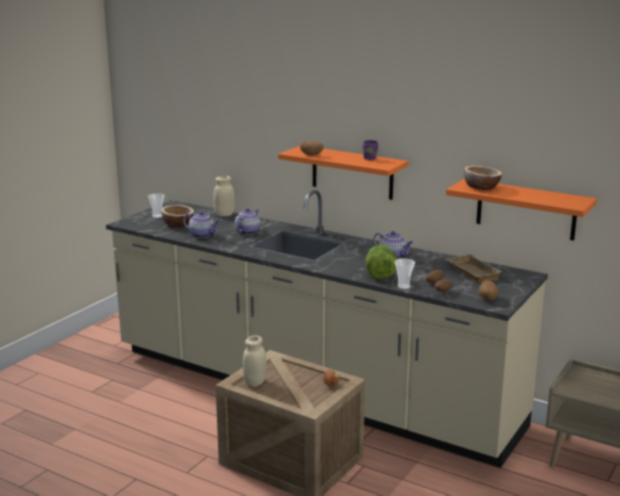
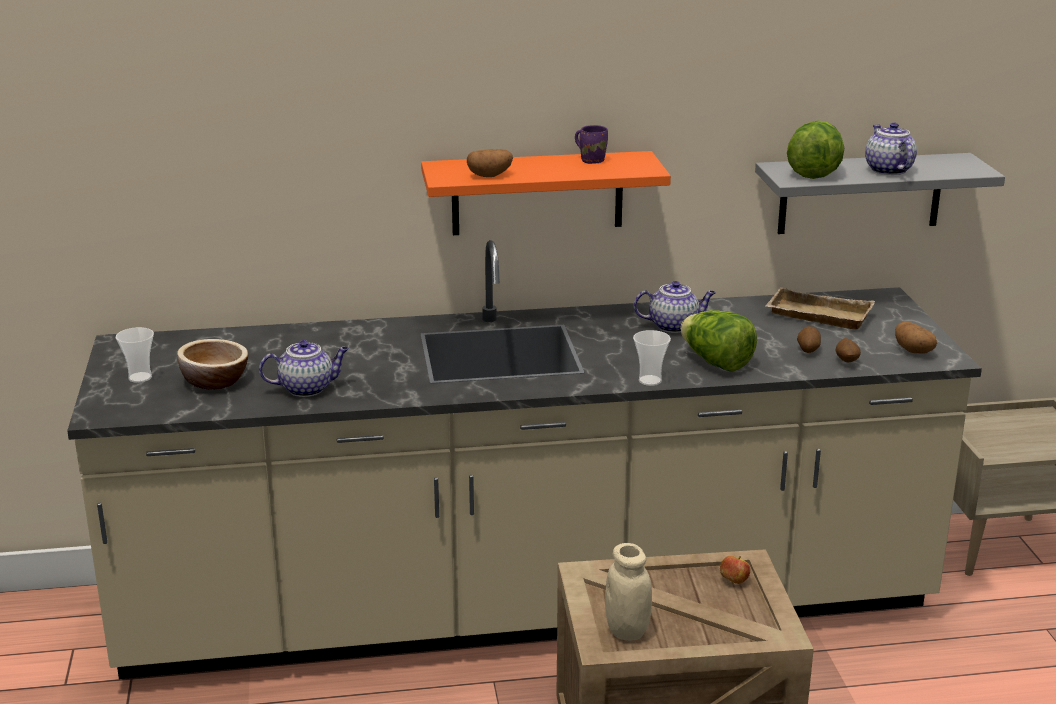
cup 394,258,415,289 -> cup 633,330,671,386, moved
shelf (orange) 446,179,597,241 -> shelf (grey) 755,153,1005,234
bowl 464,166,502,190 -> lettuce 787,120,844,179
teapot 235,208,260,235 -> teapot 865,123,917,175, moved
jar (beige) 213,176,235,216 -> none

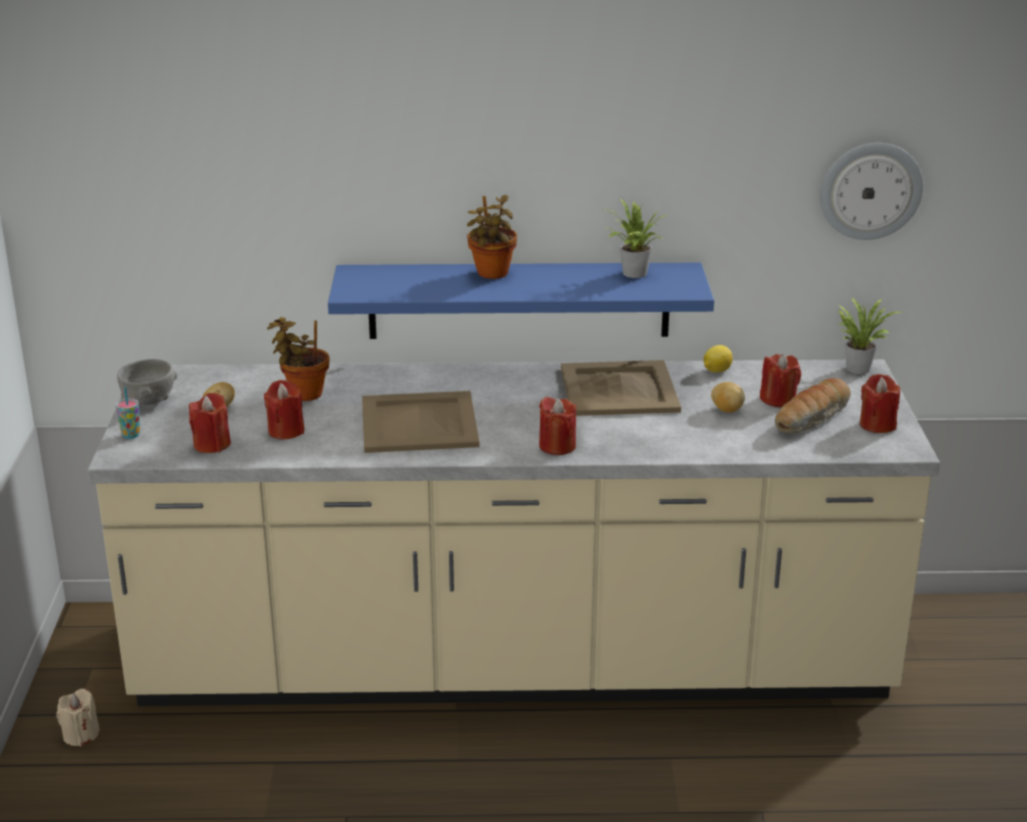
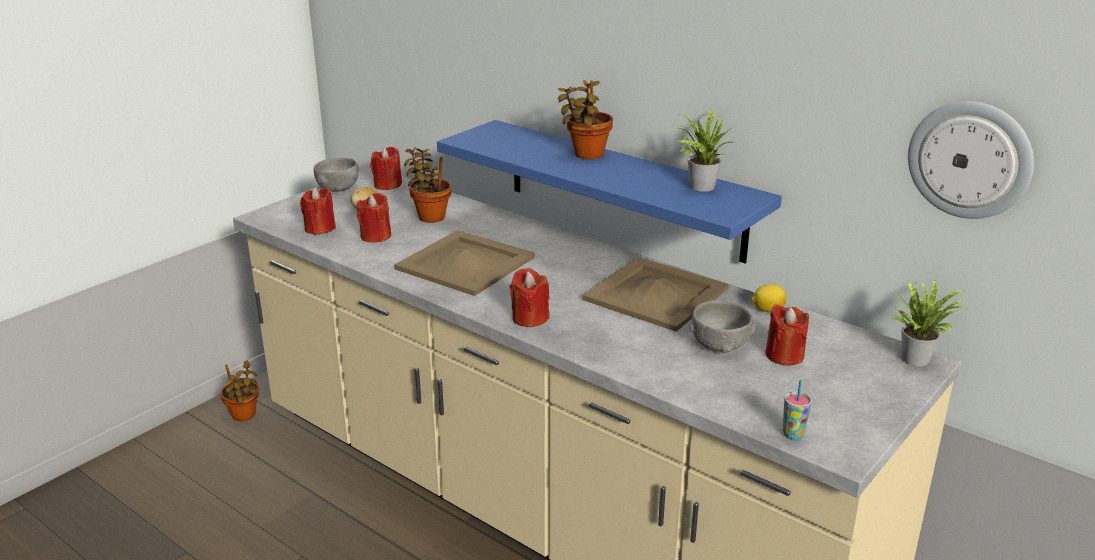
candle (beige) 57,689,100,747 -> potted plant 220,360,259,421
candle (red) 860,374,900,433 -> candle (red) 370,147,402,190, moved
potato 711,382,745,413 -> bowl (grey) 689,300,756,353
cup 116,387,140,439 -> cup 783,380,812,440, moved
bread 775,378,851,434 -> none

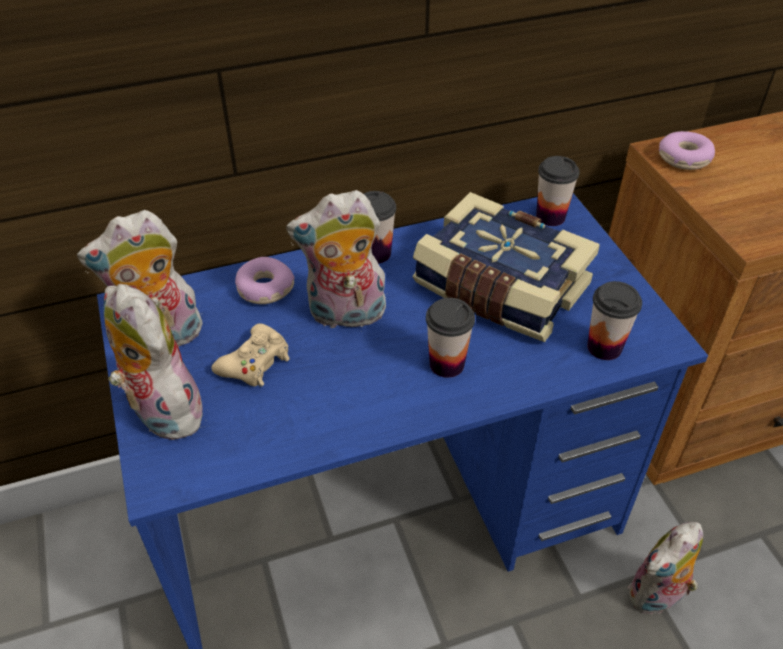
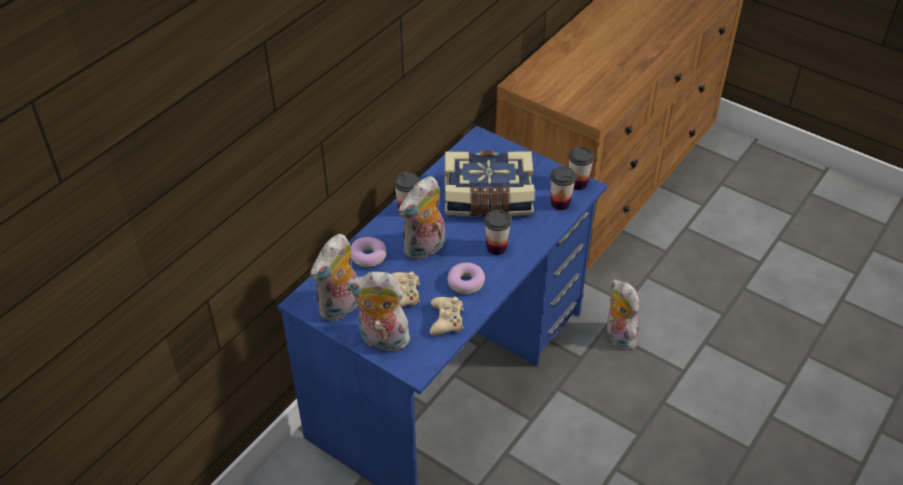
none -> game controller (beige) 430,297,464,335
donut 659,131,715,170 -> donut 447,263,485,294, moved
cup 536,156,579,226 -> cup 568,146,594,190, moved
plush toy 628,522,703,614 -> plush toy 607,279,640,350, 135 degrees clockwise

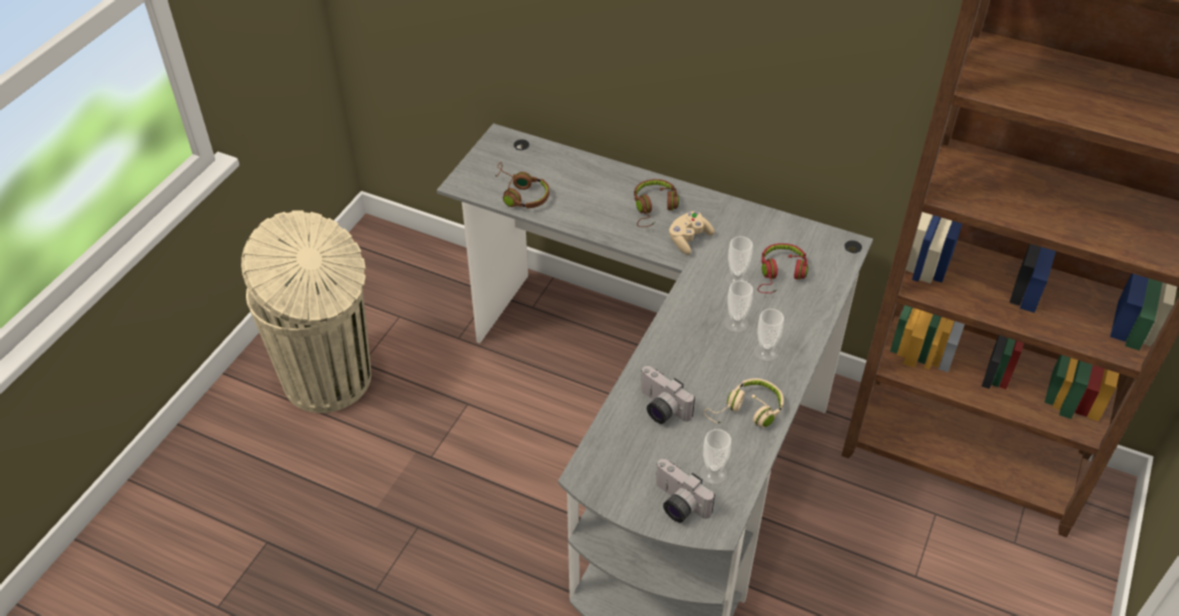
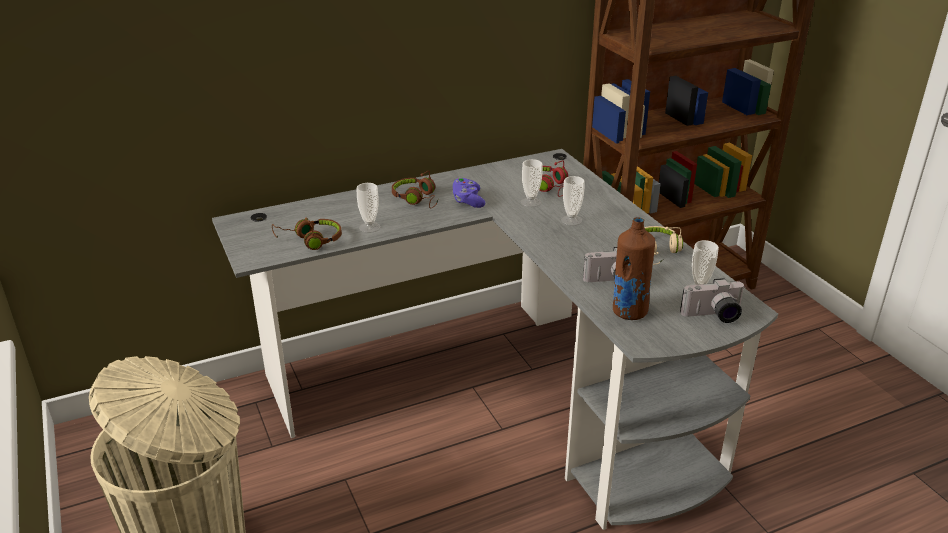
cup 754,309,784,362 -> cup 356,183,381,233, moved
game controller (beige) 669,211,715,255 -> game controller (purple) 453,177,485,208
none -> bottle (brown) 613,217,655,320

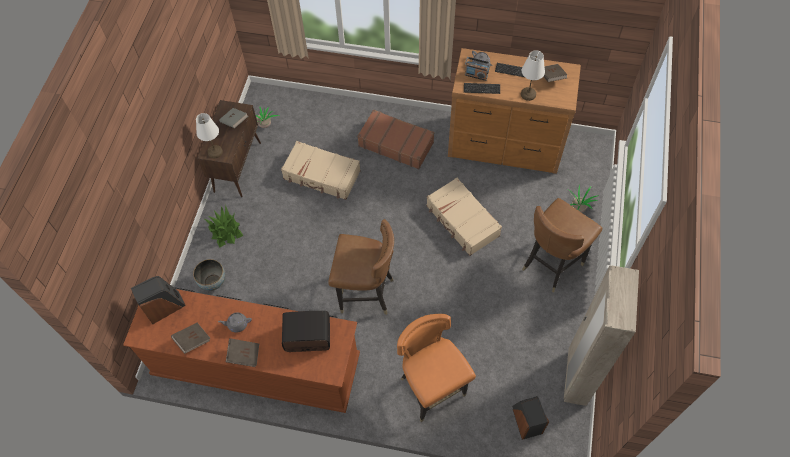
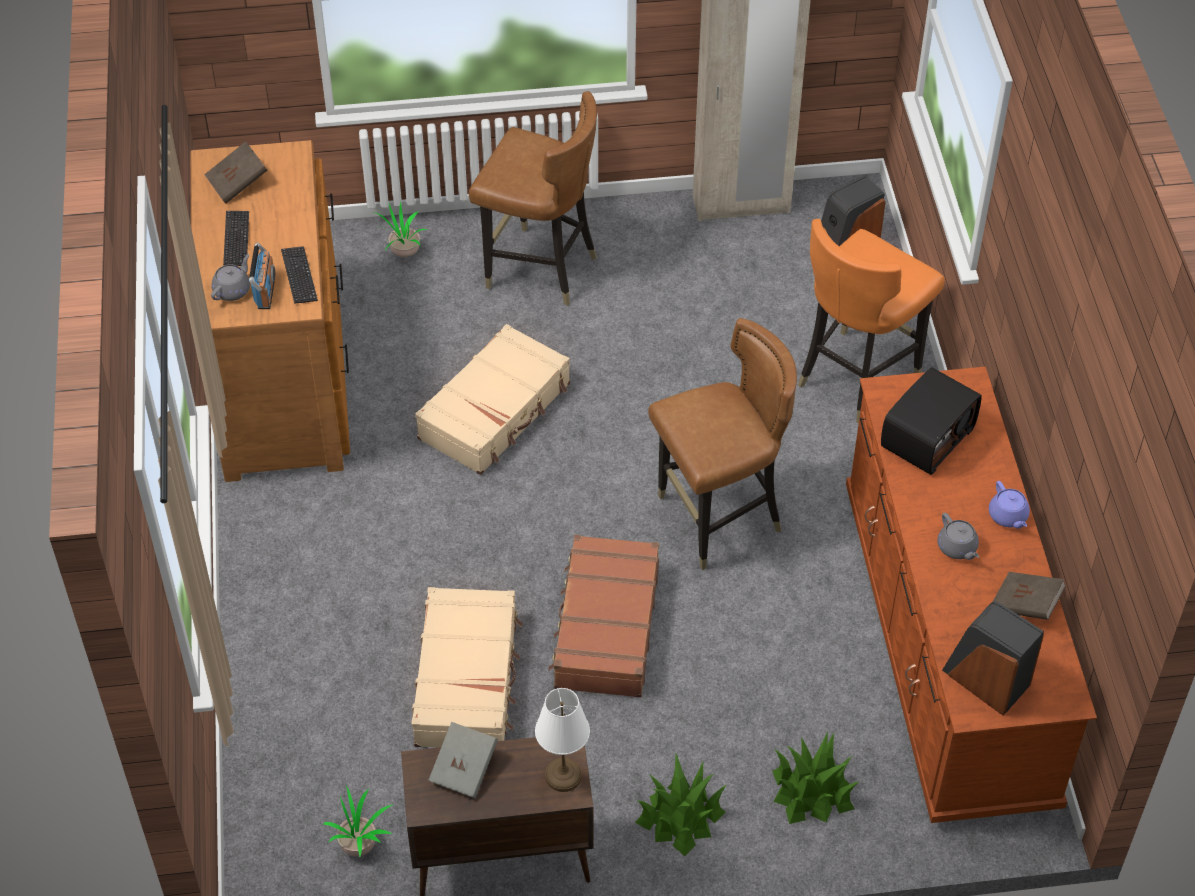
suitcase (brown) 357,110,434,169 -> suitcase (brown) 548,535,659,698, moved
chair (brown) 328,219,394,315 -> chair (brown) 648,318,797,570, 75 degrees clockwise
bowl 193,259,225,291 -> potted plant 772,732,859,824
radio 282,311,330,352 -> radio 881,367,982,475, 120 degrees counterclockwise
book (brown) 226,338,259,367 -> teapot (purple) 989,481,1030,529
table lamp (white) 521,50,545,101 -> none

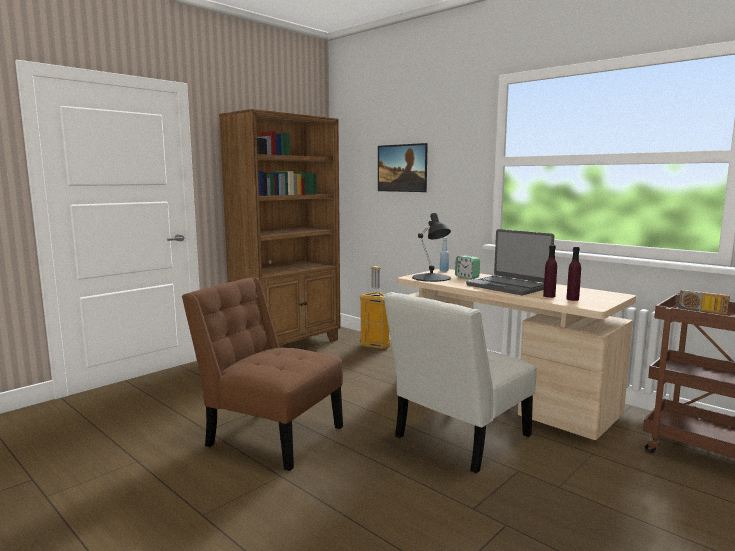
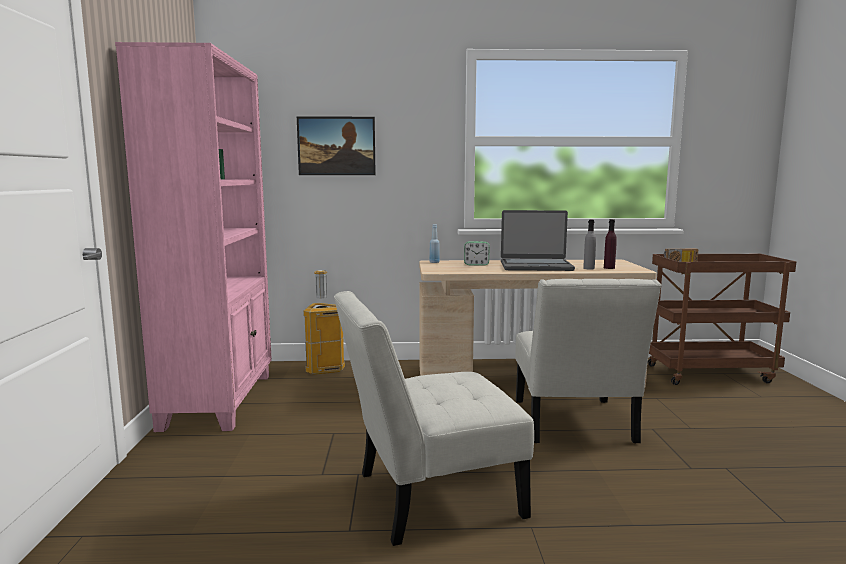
bookcase (brown) 219,109,340,346 -> bookcase (pink) 115,42,272,432
chair (brown) 182,277,343,471 -> chair (white) 334,291,534,546
bottle (purple) 543,245,557,298 -> bottle (grey) 583,220,596,269
table lamp (black) 412,213,451,282 -> none

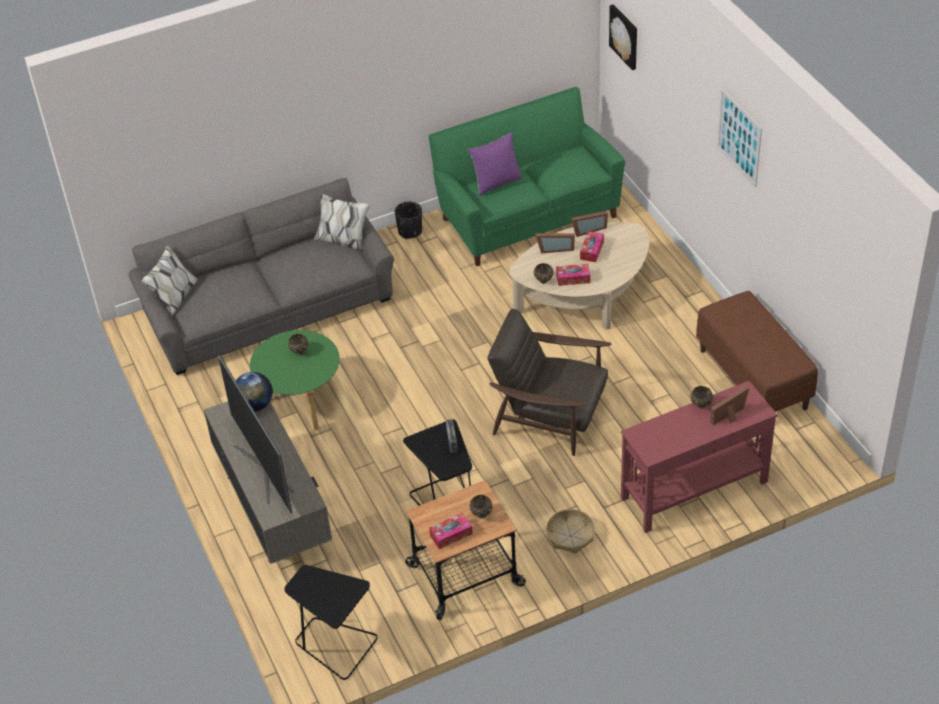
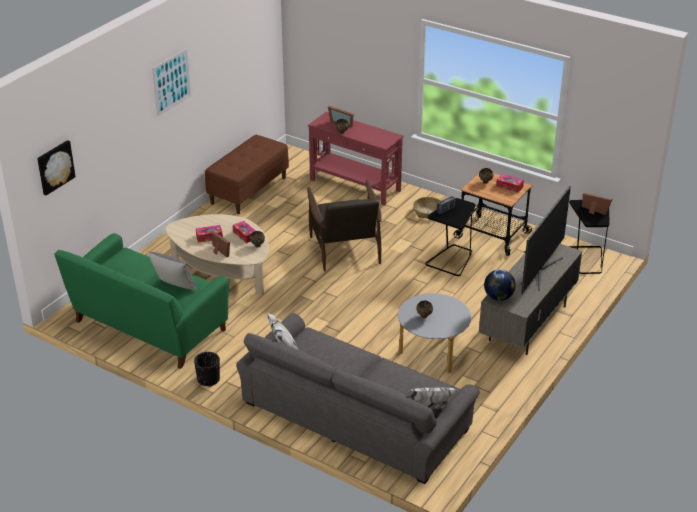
pillow (purple) 468,132,522,196 -> pillow (grey) 148,251,197,290
coffee table (green) 250,330,339,430 -> coffee table (grey) 398,293,471,373
picture frame 571,211,608,237 -> picture frame 582,193,612,215, moved

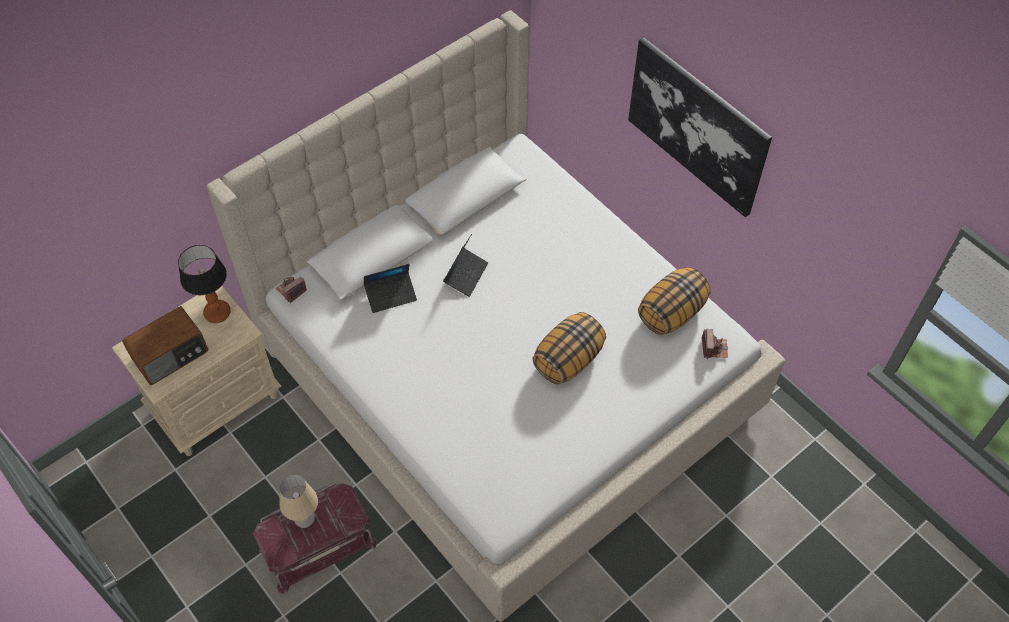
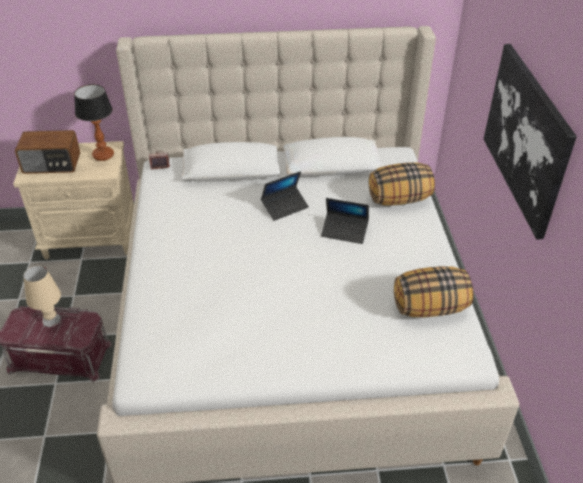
laptop 364,264,417,313 -> laptop 321,198,369,244, moved
pillow 532,312,606,384 -> pillow 369,163,435,205, moved
photo camera 702,329,728,359 -> none

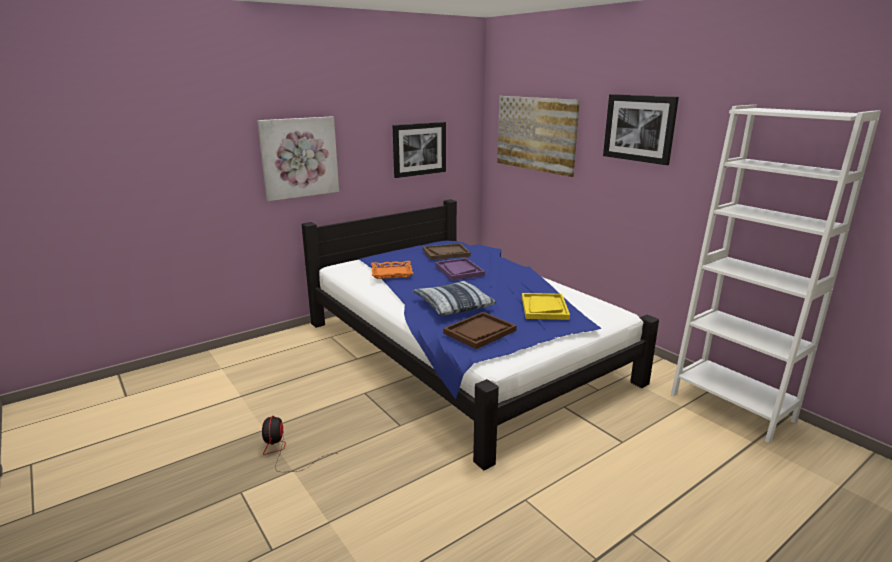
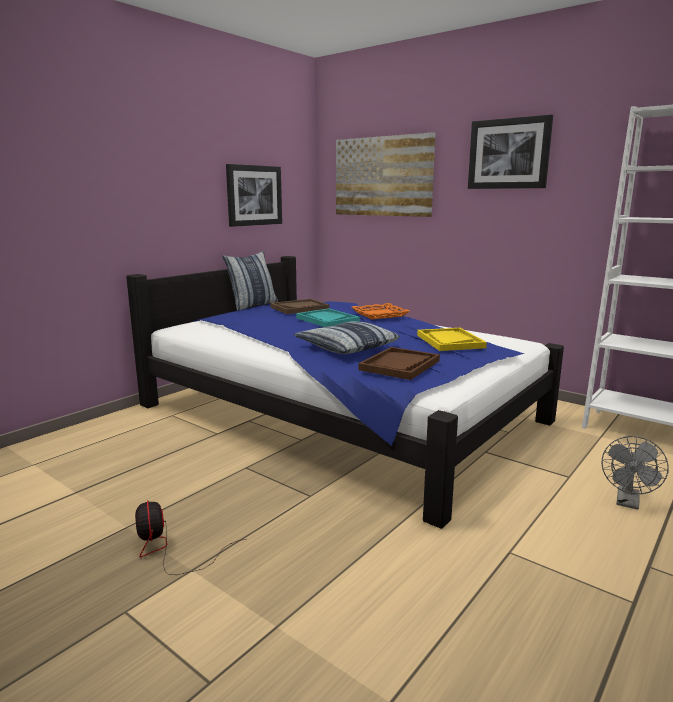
none -> pillow 222,251,278,311
tray (purple) 435,258,485,280 -> tray (turquoise) 296,308,360,327
tray (orange) 371,261,414,279 -> tray (orange) 352,303,410,319, moved
none -> fan (grey) 602,436,669,510
picture 257,116,339,201 -> none

